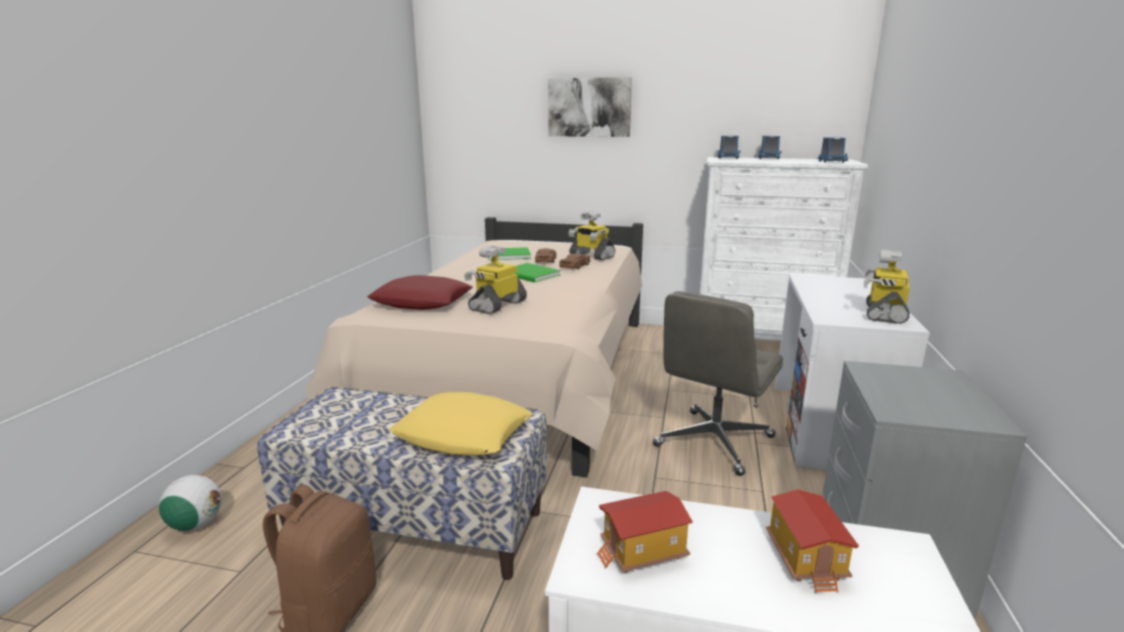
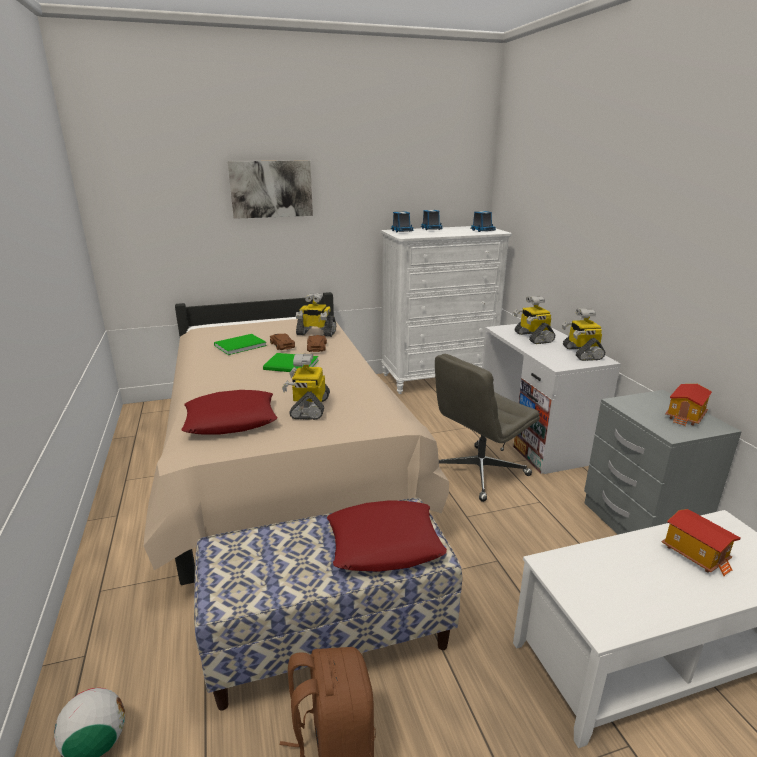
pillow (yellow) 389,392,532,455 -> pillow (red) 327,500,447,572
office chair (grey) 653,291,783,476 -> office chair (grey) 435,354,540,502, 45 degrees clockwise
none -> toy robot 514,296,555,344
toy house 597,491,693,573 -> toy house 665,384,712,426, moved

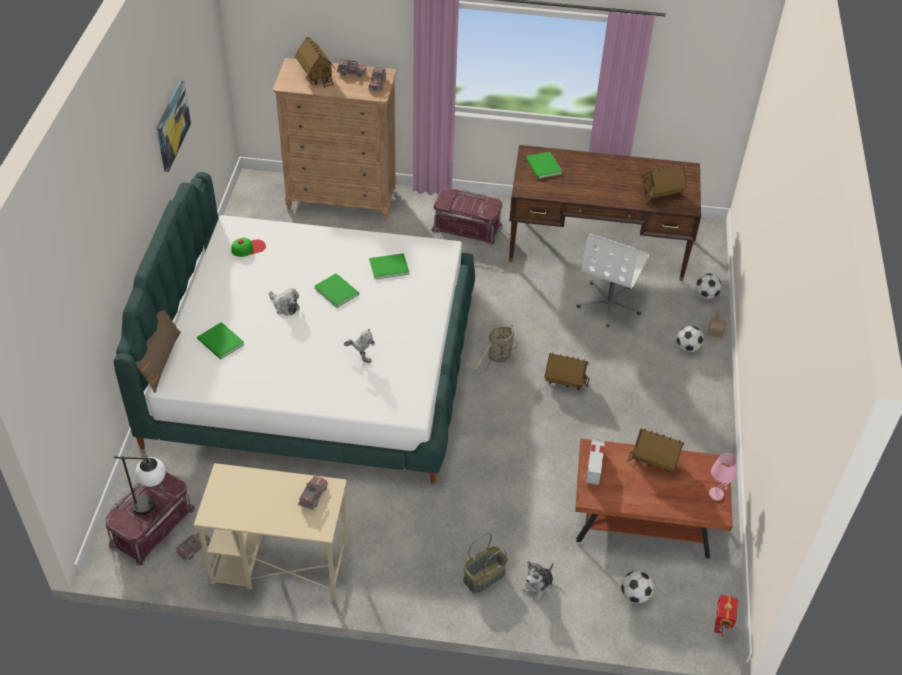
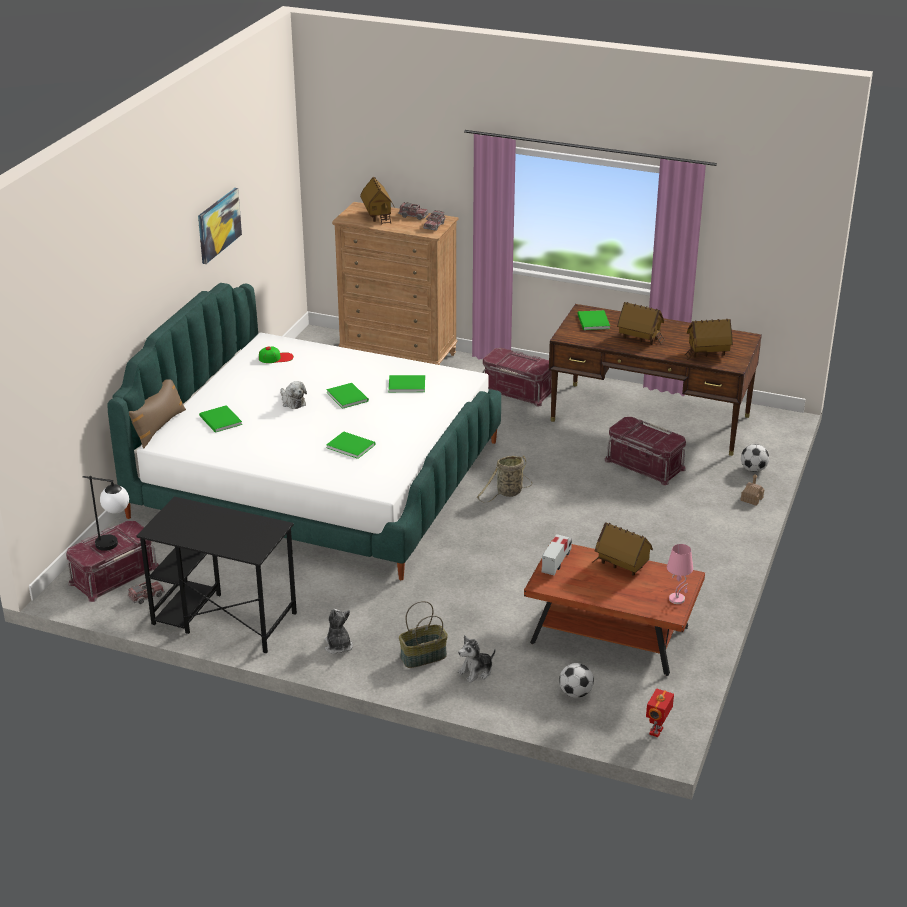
desk (beige) 194,463,348,600 -> desk (black) 136,496,297,653
none -> plush toy 325,609,353,654
toy robot 344,329,375,363 -> book (green) 326,431,375,459
office chair (white) 577,234,649,327 -> storage box (red) 604,417,686,485
toy house 544,353,590,390 -> toy house 617,302,665,345, moved
toy truck 298,476,328,510 -> none
football 677,326,704,352 -> none

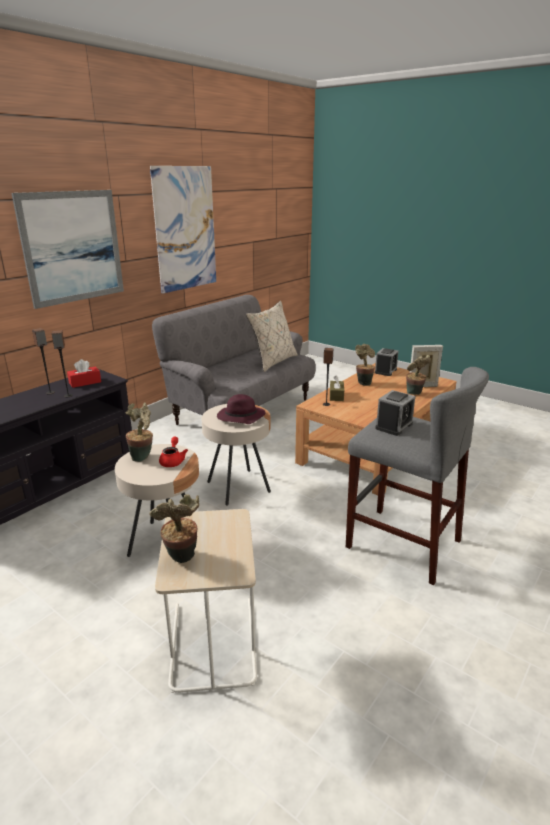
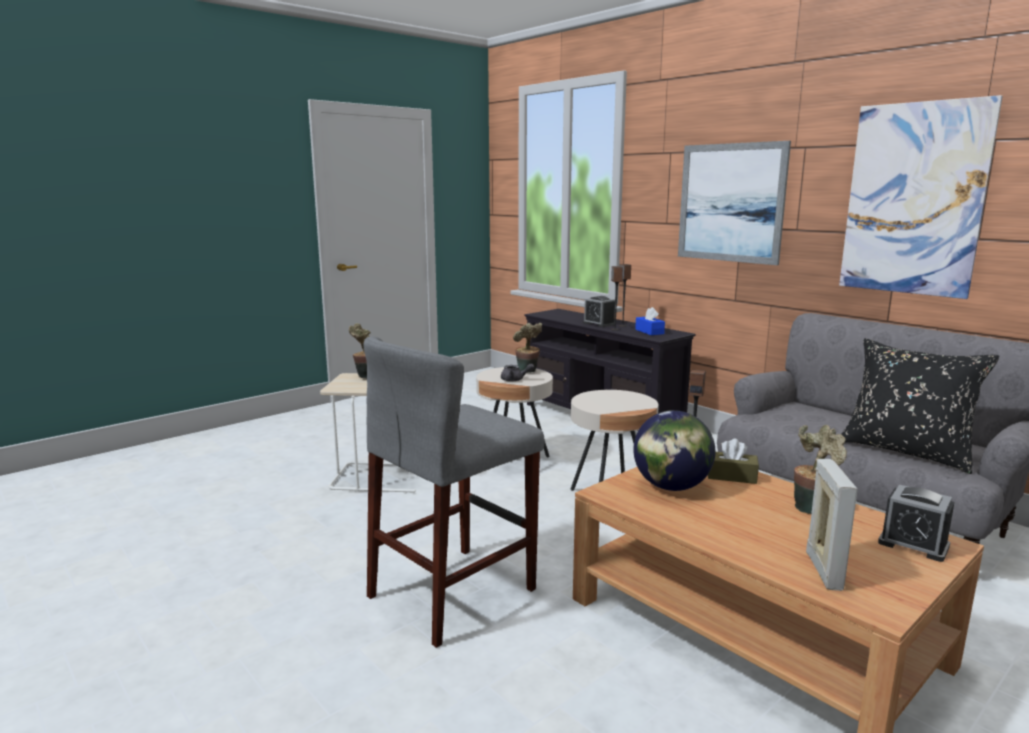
teapot (red) 159,437,188,467 -> teapot (grey) 501,363,535,382
alarm clock 375,390,415,436 -> alarm clock 583,296,615,327, moved
none -> globe 633,410,716,491
tissue box (red) 67,359,101,388 -> tissue box (blue) 635,307,665,335
pillow (beige) 246,301,298,372 -> pillow (black) 841,338,999,474
hat (purple) 217,394,266,424 -> none
potted plant 406,355,431,395 -> none

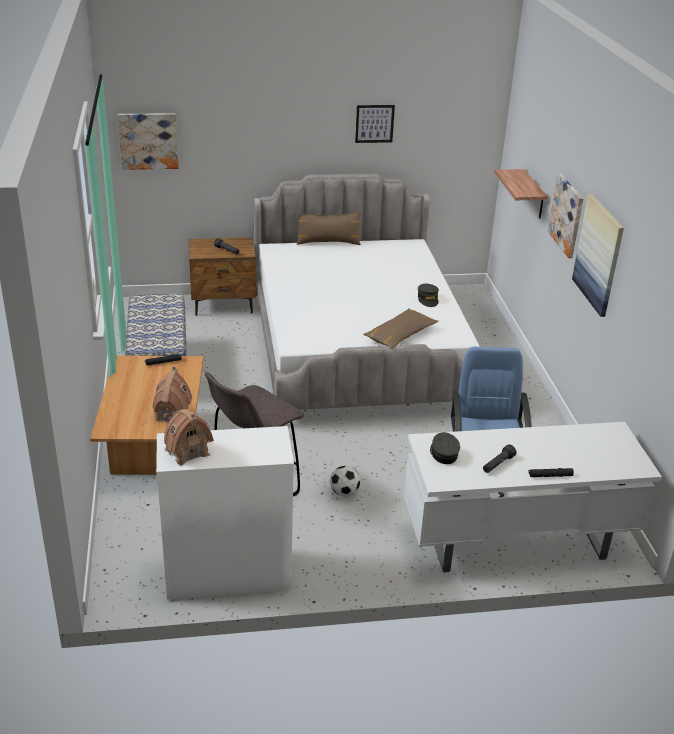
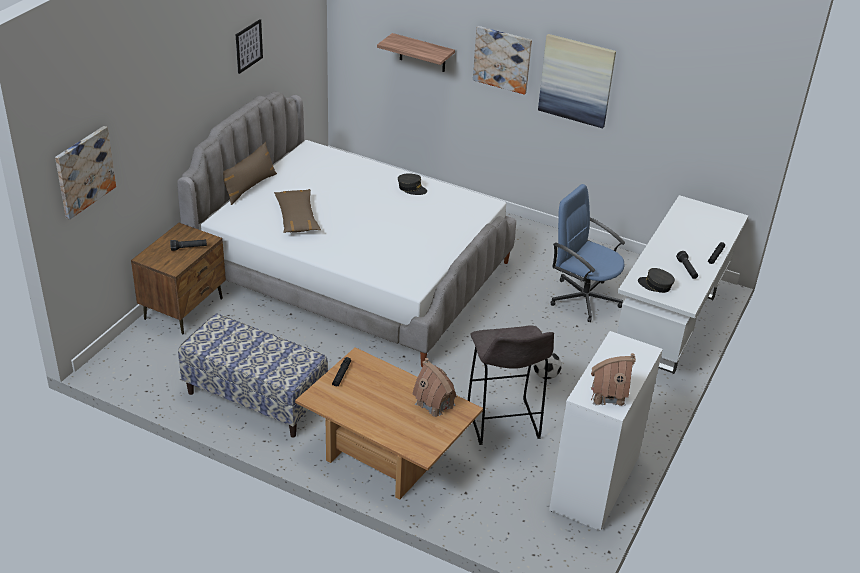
pillow (brown) 363,308,439,349 -> pillow (brown) 274,189,321,233, moved

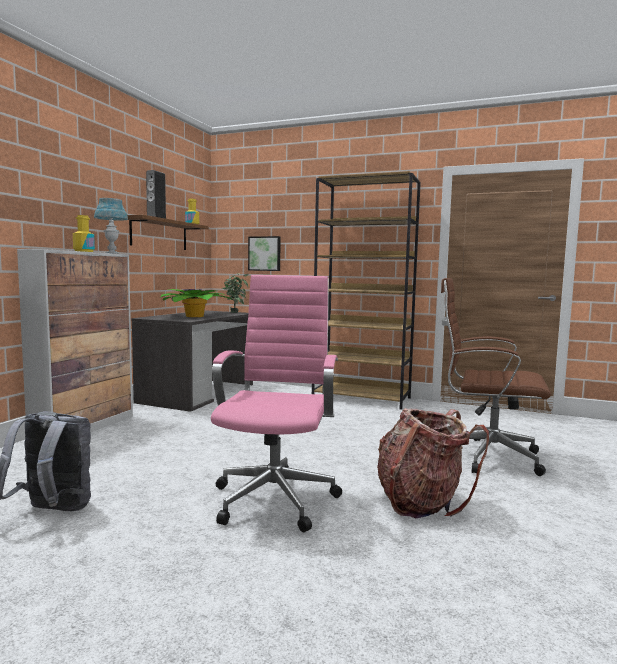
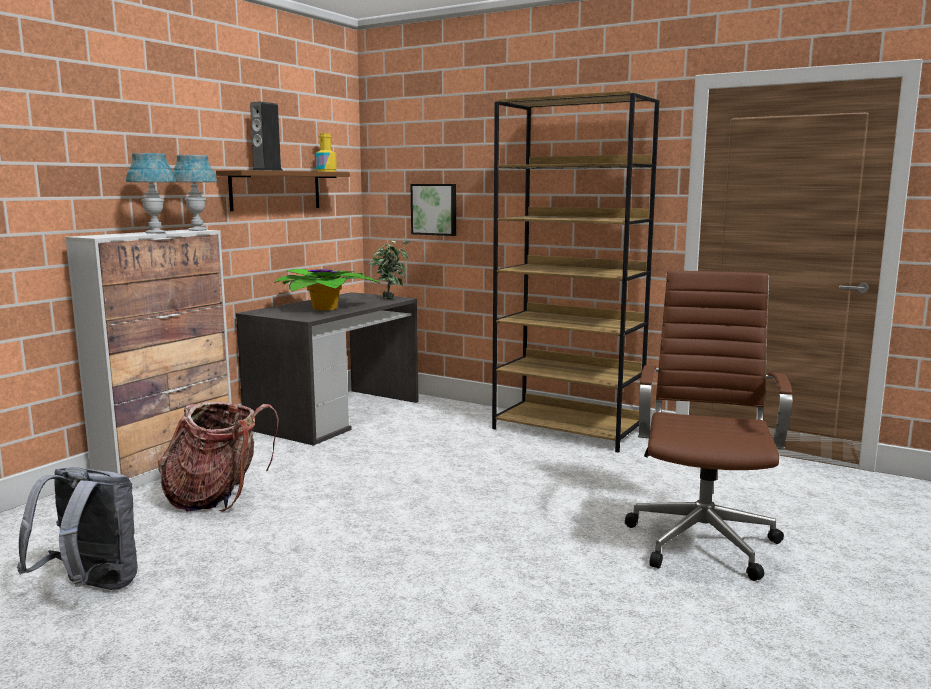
bottle (yellow) 73,215,95,252 -> table lamp (blue) 126,153,176,233
backpack 377,408,489,518 -> backpack 158,401,279,512, moved
office chair (brown) 441,278,551,476 -> office chair (brown) 625,270,793,581, 75 degrees clockwise
office chair (pink) 211,275,342,532 -> none

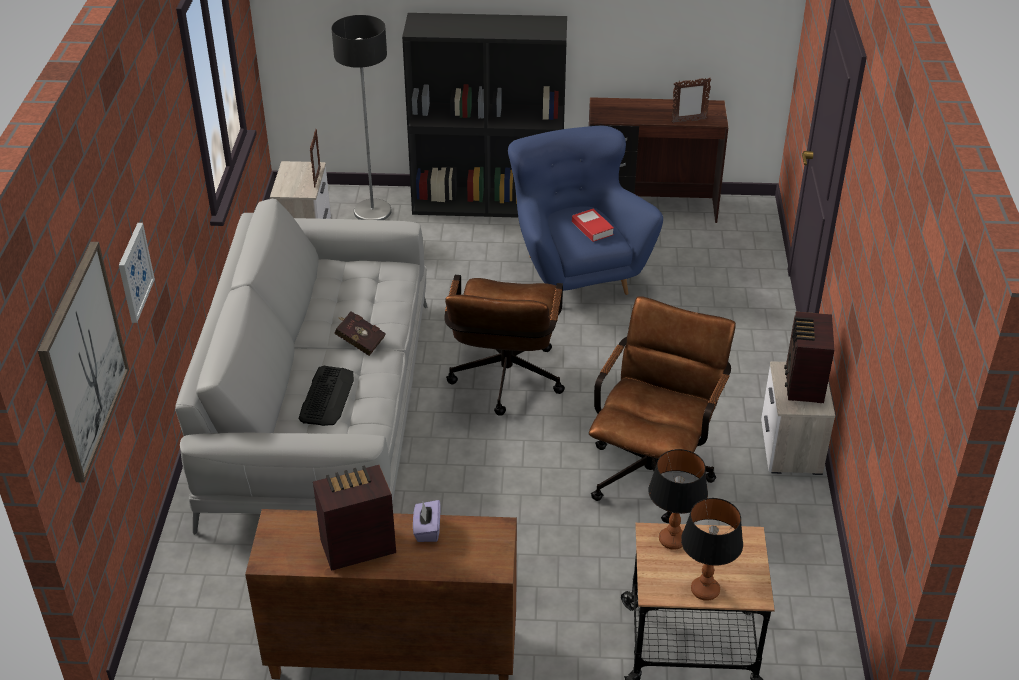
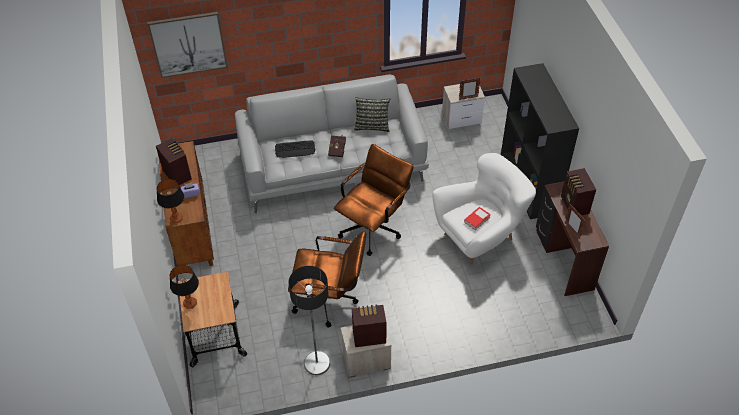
table lamp 648,449,708,550 -> table lamp 156,179,184,223, moved
floor lamp 331,15,392,220 -> floor lamp 288,266,330,375, moved
office chair (brown) 444,275,565,416 -> office chair (brown) 334,144,414,256, 135 degrees clockwise
none -> pillow 354,97,390,132
armchair (blue) 508,126,663,295 -> armchair (white) 432,153,536,264
none -> radio 561,168,596,215
picture 119,223,155,323 -> none

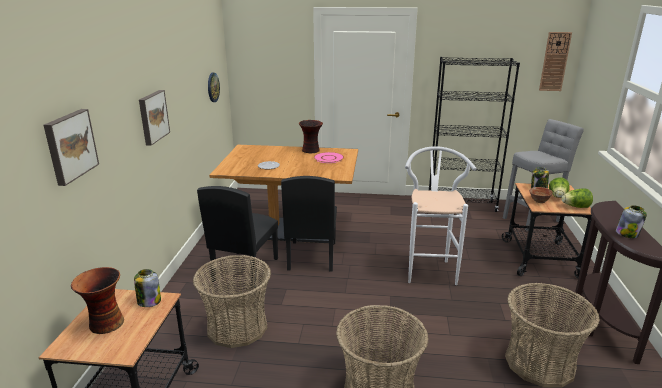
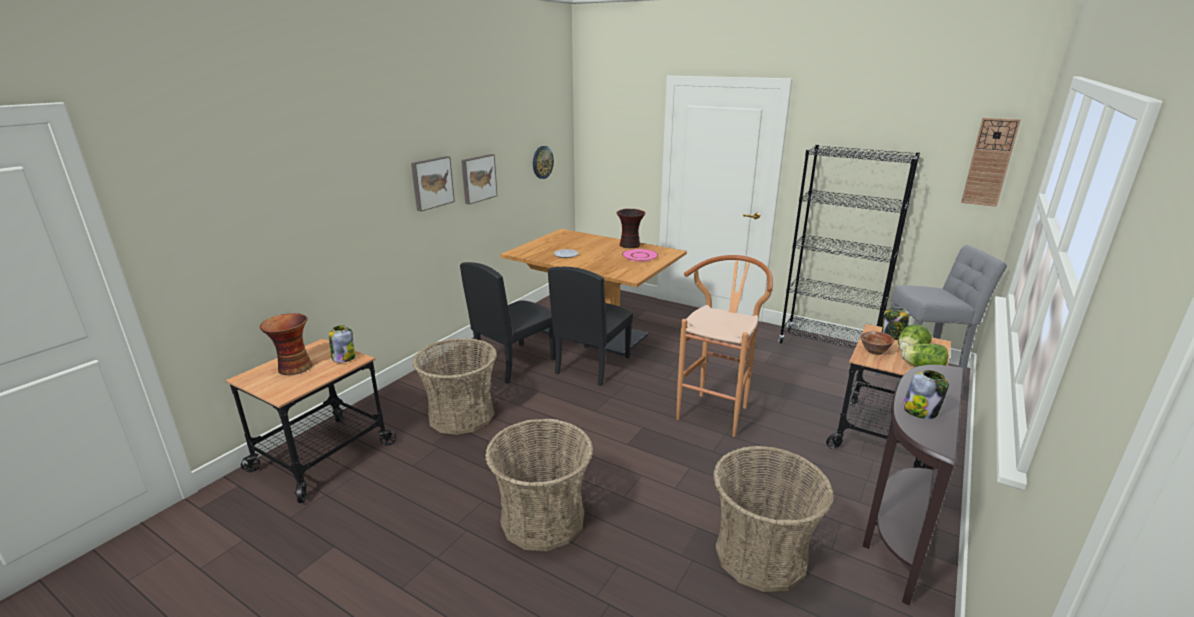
picture 44,109,99,186 -> picture 461,154,497,204, moved
stool (white) 405,146,477,285 -> stool (brown) 676,255,773,437

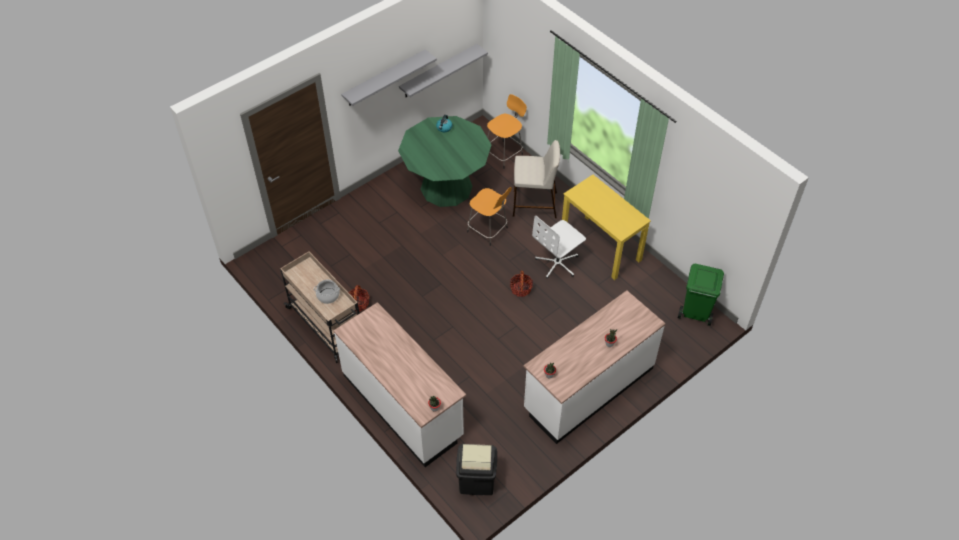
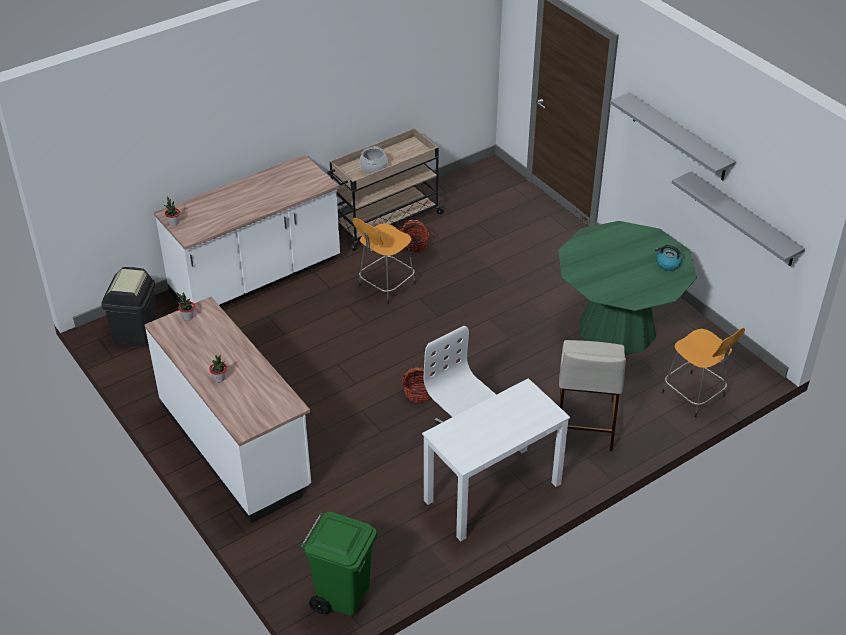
stool (orange) 467,187,512,246 -> stool (orange) 353,218,416,304, moved
desk (yellow) 562,175,651,280 -> desk (white) 422,378,570,541

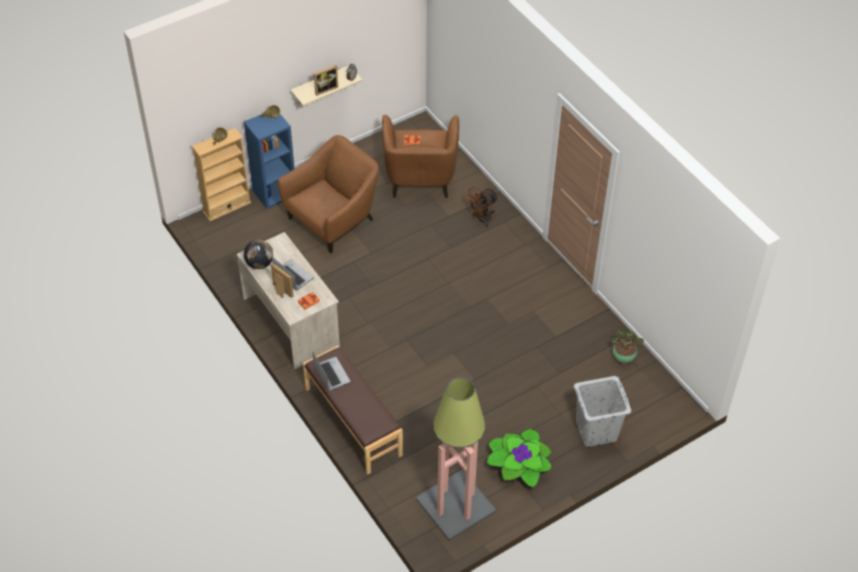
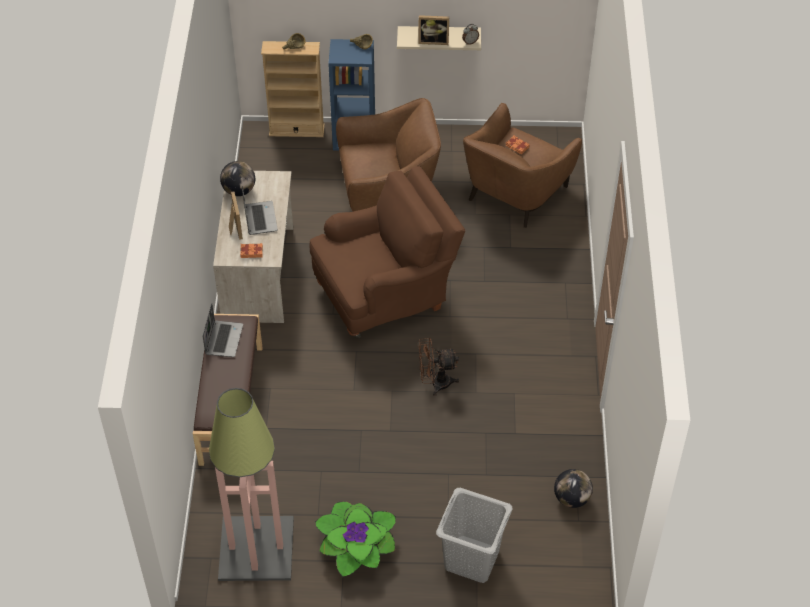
none -> armchair (brown) 310,166,465,338
fan (brown) 463,187,498,228 -> fan (brown) 418,338,459,396, moved
potted plant 611,329,644,363 -> globe 554,469,593,508

